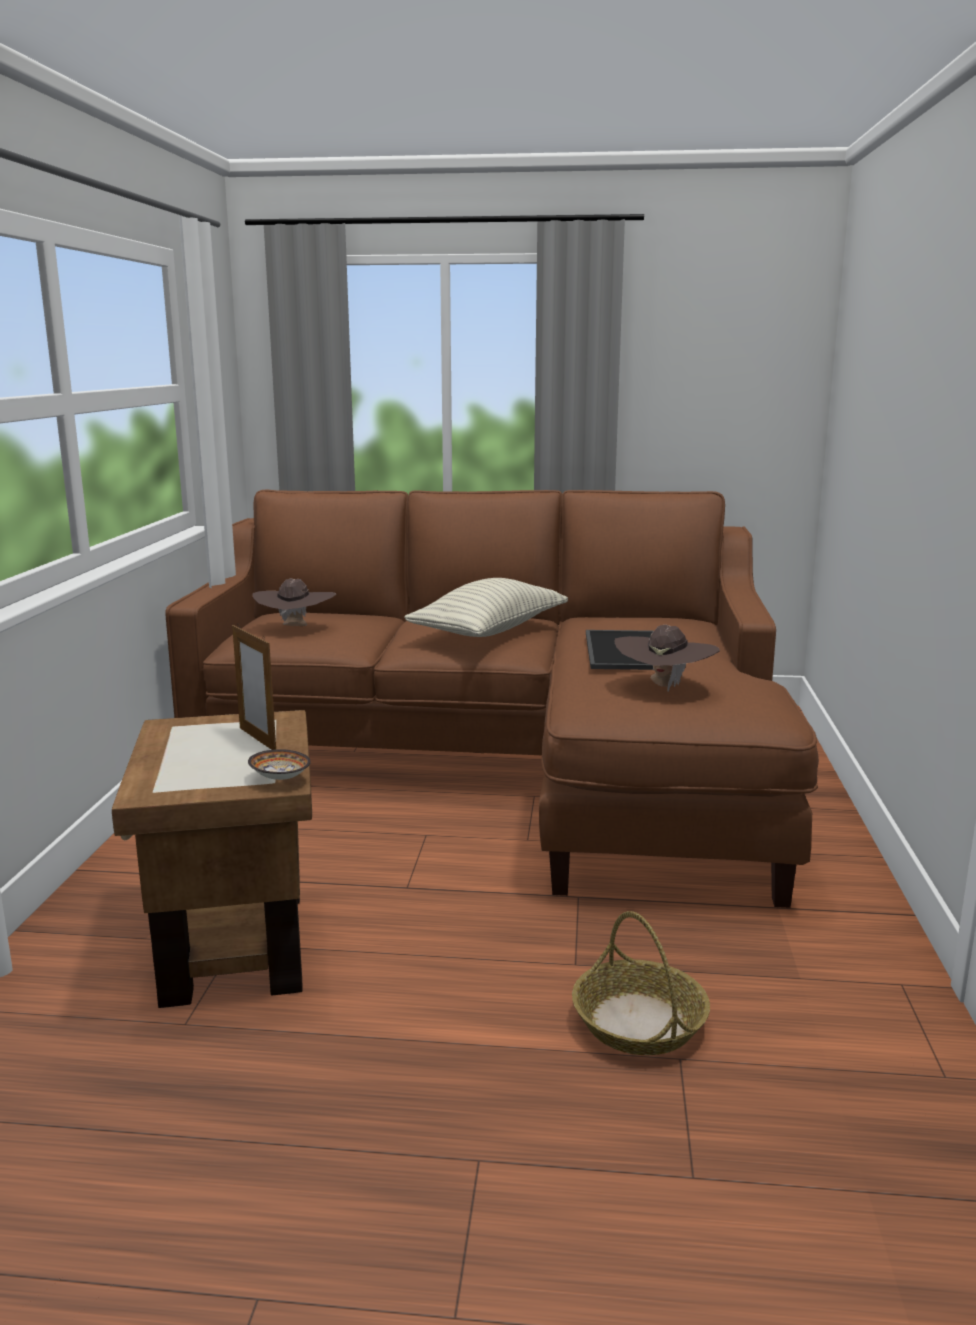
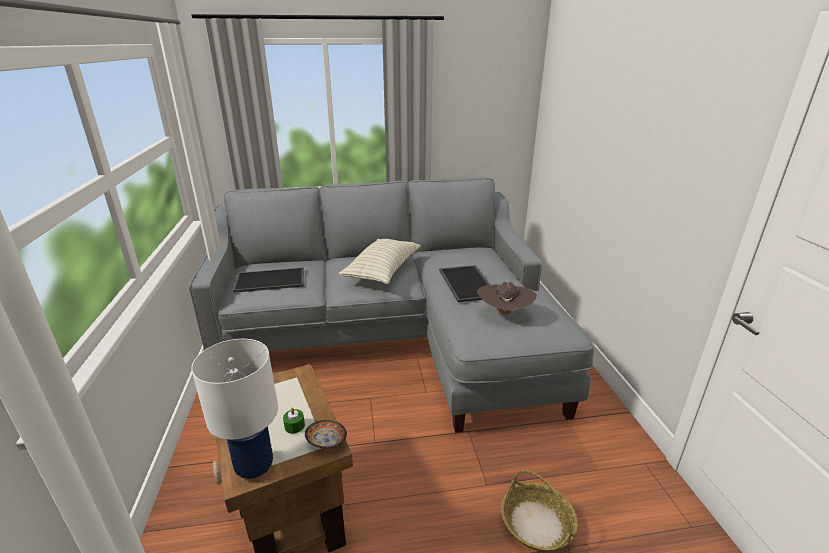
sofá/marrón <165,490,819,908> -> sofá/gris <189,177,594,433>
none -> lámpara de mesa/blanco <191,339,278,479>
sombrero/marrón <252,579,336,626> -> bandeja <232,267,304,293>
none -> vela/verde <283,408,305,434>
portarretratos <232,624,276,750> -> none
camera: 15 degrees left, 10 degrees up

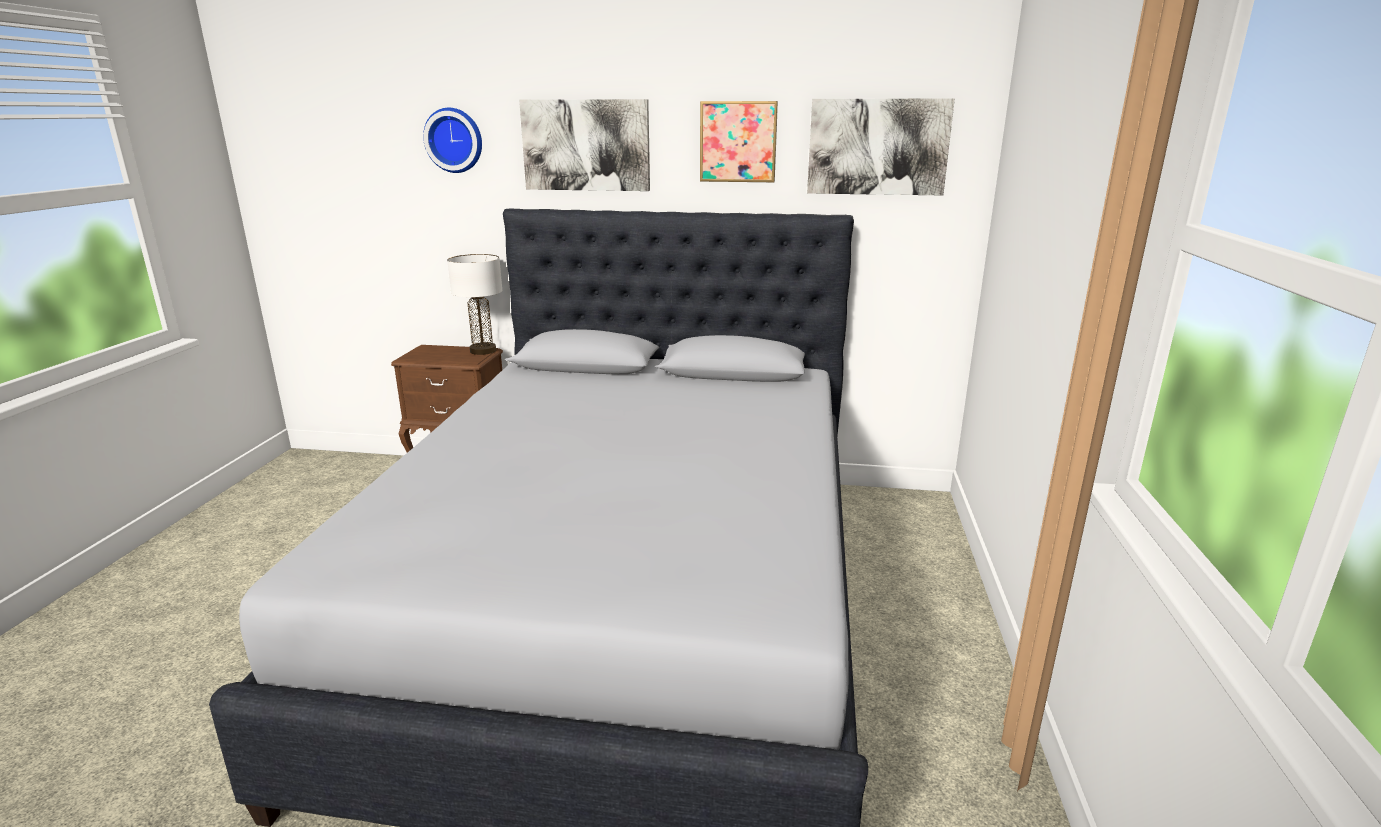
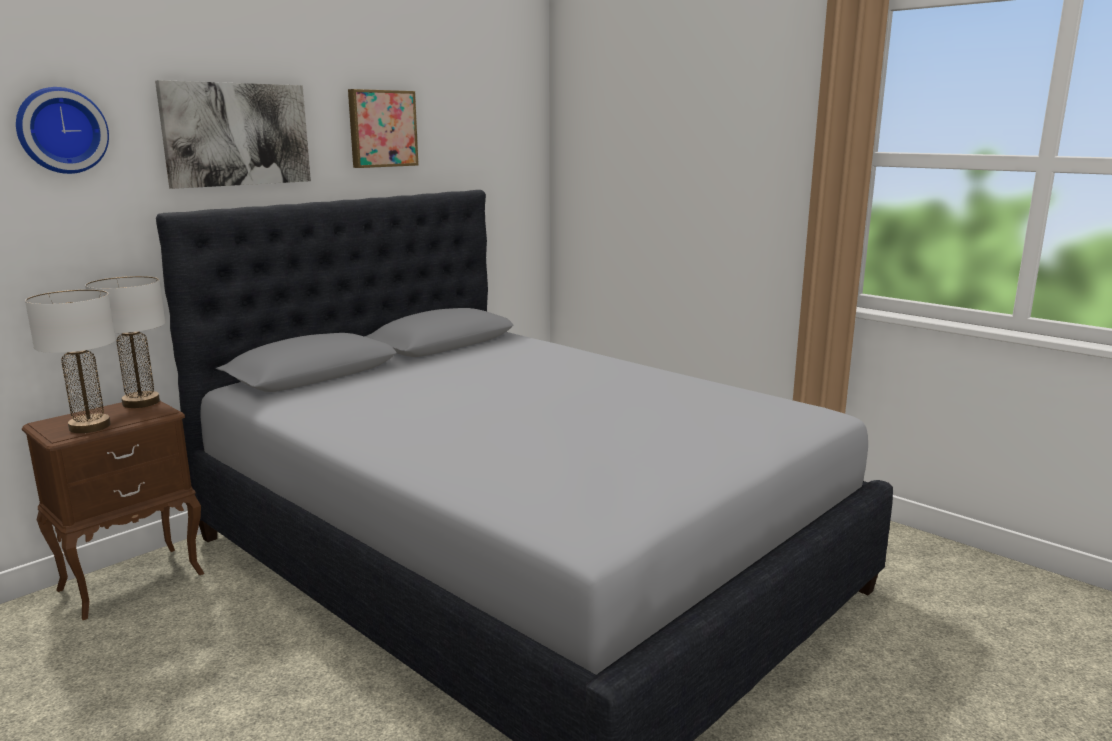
none -> lámpara de mesa <25,290,116,433>
cuadro <807,99,955,195> -> none
camera: 55 degrees left, 5 degrees down

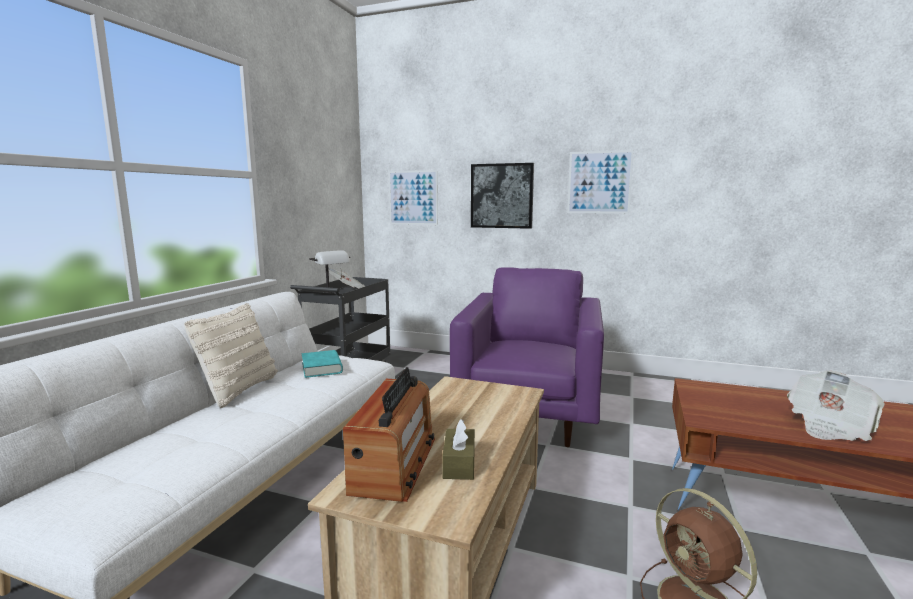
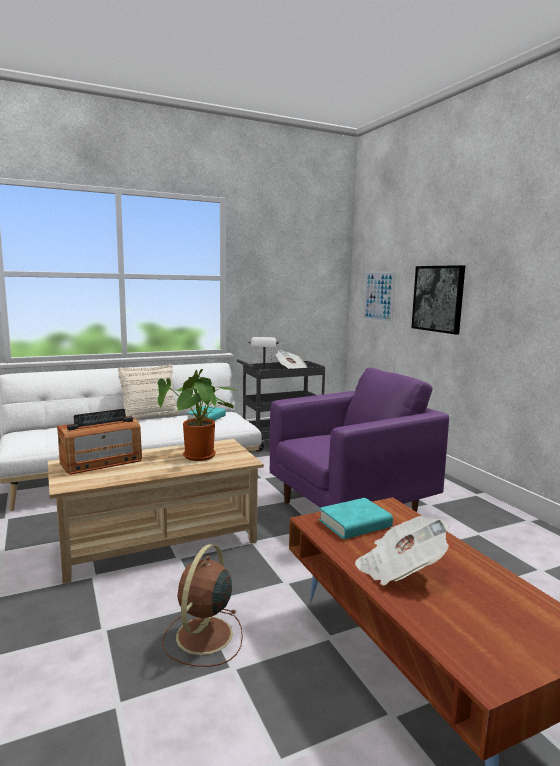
none -> planta en maceta <157,369,238,461>
none -> libro/turquesa <319,498,393,539>
caja de pañuelos/marrón <442,419,475,480> -> none
cuadro <567,150,634,214> -> none
camera: 45 degrees right, 0 degrees up

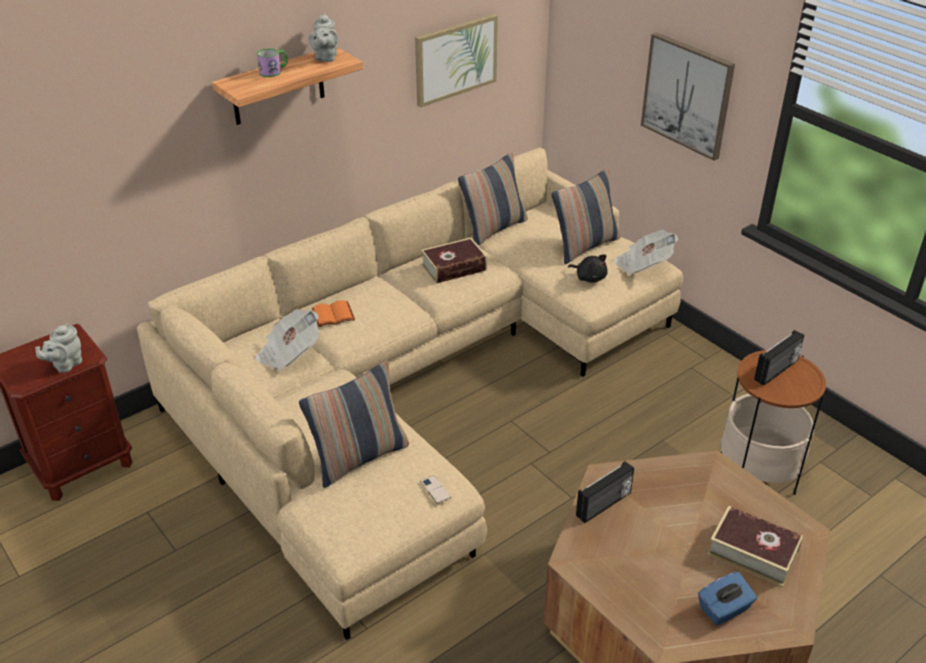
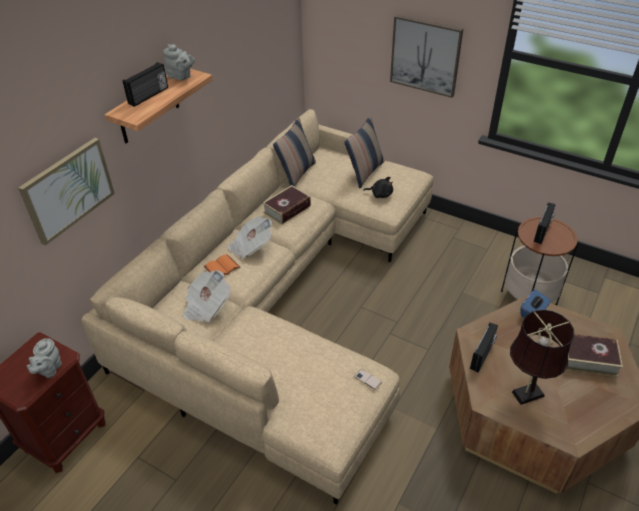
cuadro <415,14,498,108> -> cuadro <18,138,115,246>, move
taza grande <257,48,288,77> -> radio <123,62,168,107>
tetera/gris <308,13,338,62> -> tetera/gris <163,44,195,80>, 45 degrees counterclockwise
periódico <614,230,678,275> -> periódico <227,216,273,259>, move
none -> lámpara de mesa/marrón <510,310,574,405>
caja de pañuelos/azul <698,572,757,625> -> caja de pañuelos/azul <520,289,551,318>, move
cojín <299,361,409,488> -> none
camera: 20 degrees left, 5 degrees up

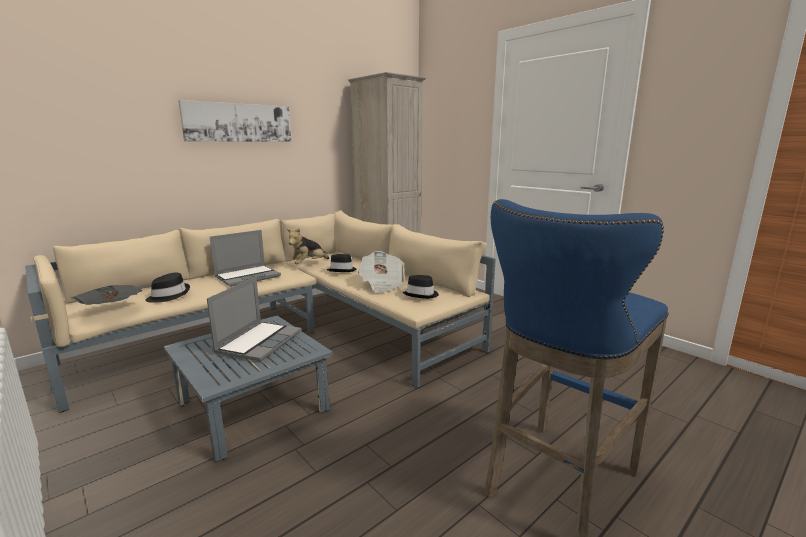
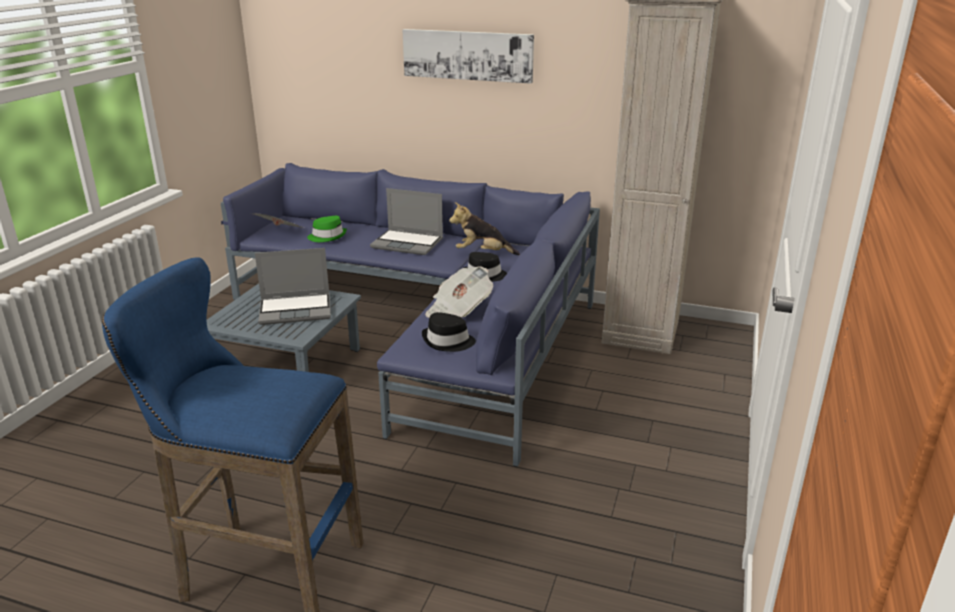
sofá/beis <25,210,496,462> -> sofá/azul <207,163,600,467>
sombrero/negro <145,273,190,303> -> sombrero/verde <307,216,347,242>
camera: 60 degrees right, 10 degrees up

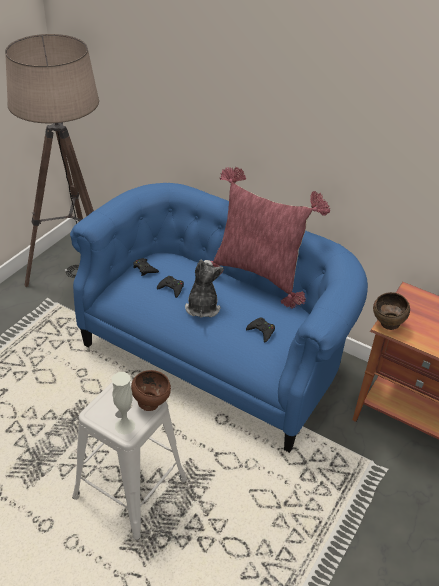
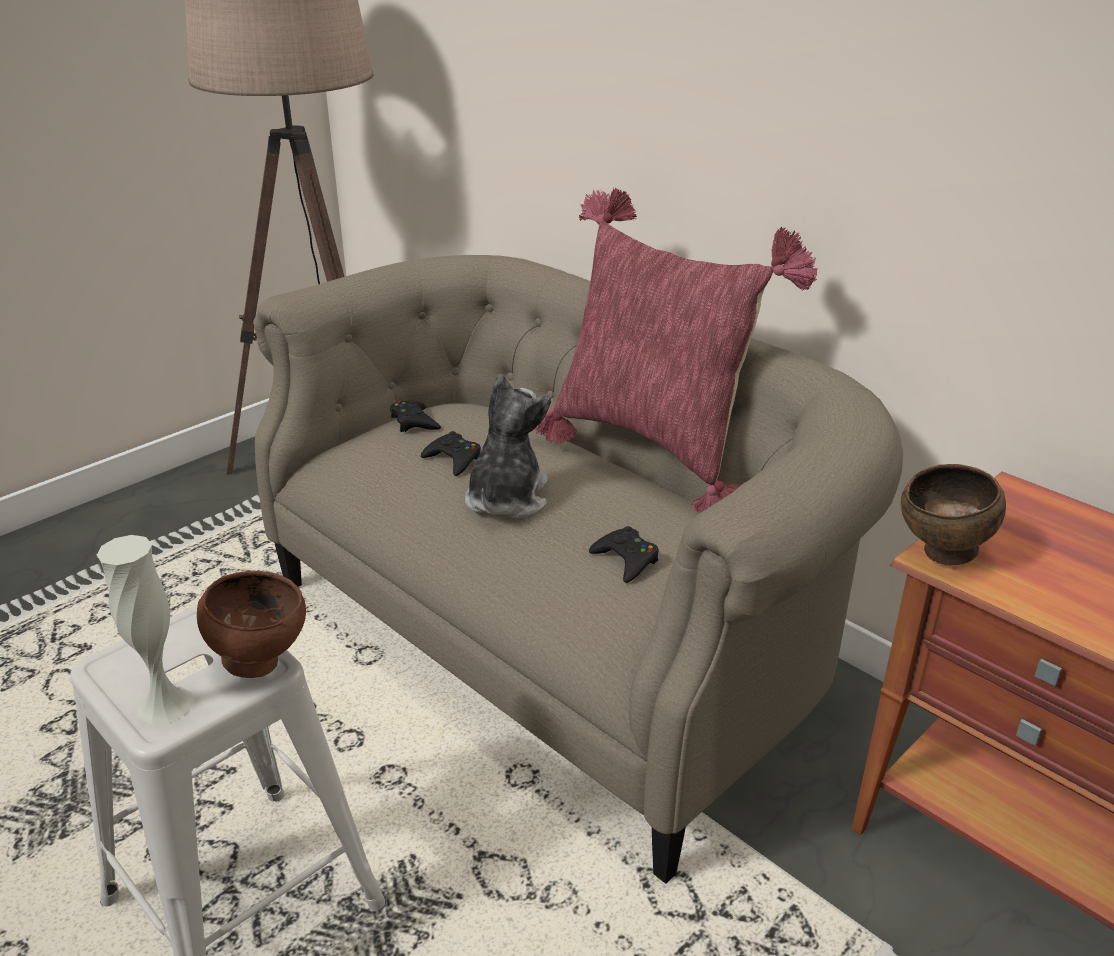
sofá/azul <70,183,368,453> -> sofá/beis <253,255,903,884>
camera: 15 degrees right, 10 degrees down

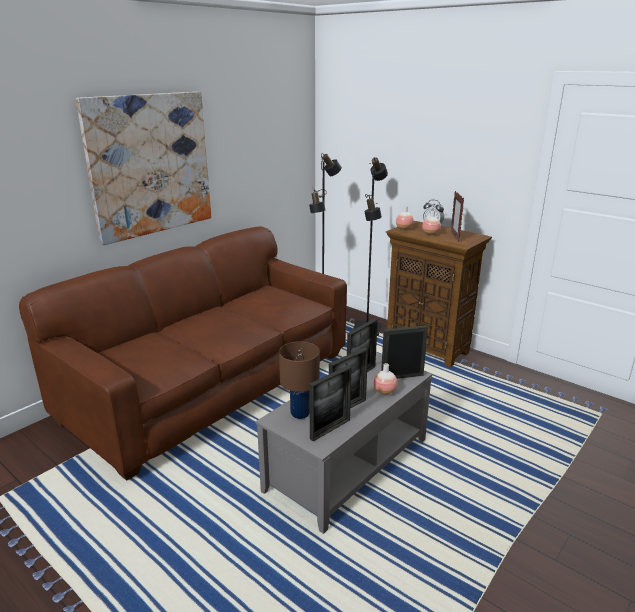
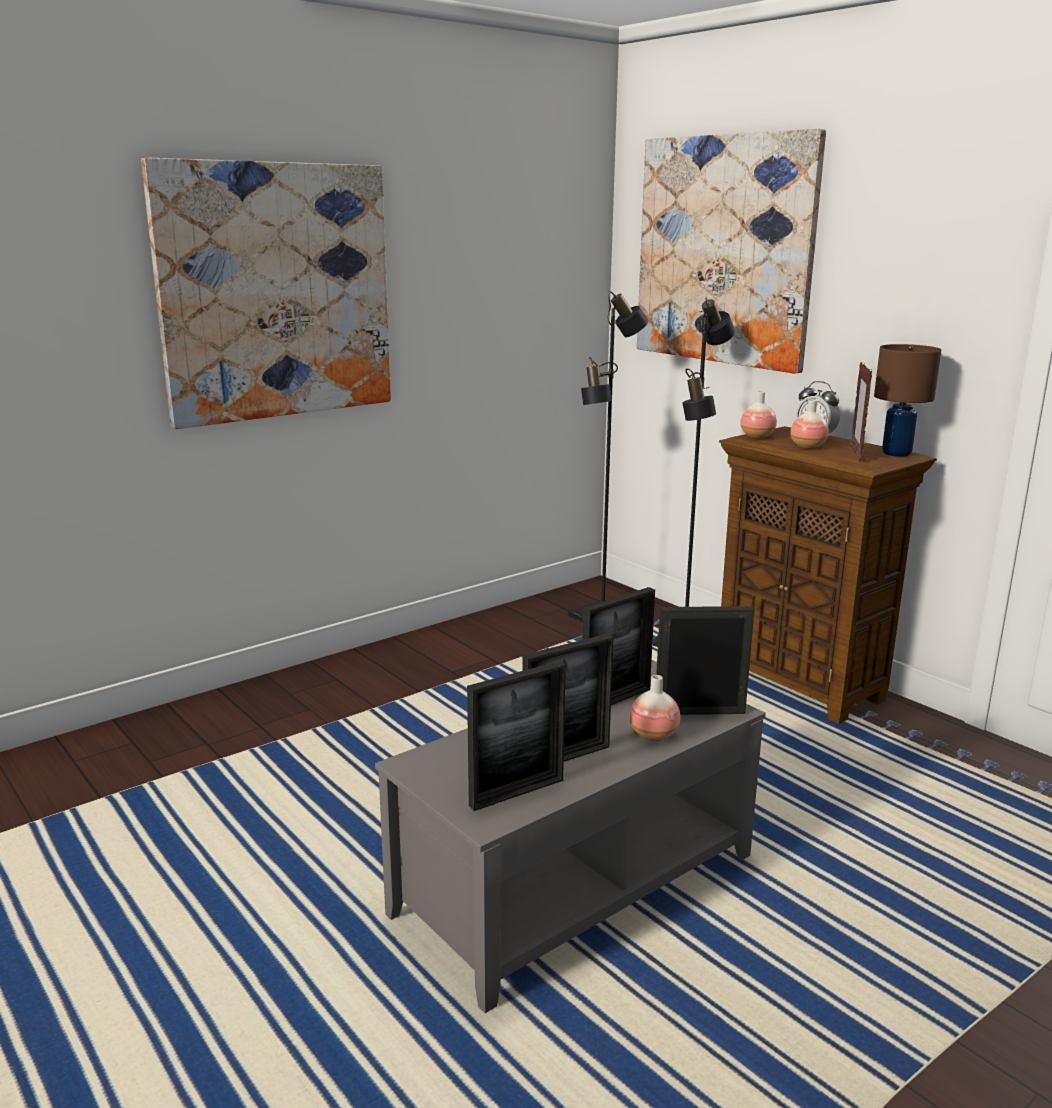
none -> cuadro <637,129,826,374>
lámpara de mesa/marrón <279,341,320,419> -> lámpara de mesa/marrón <874,344,942,457>, move
sofá/marrón <19,226,347,481> -> none
camera: 10 degrees right, 5 degrees down

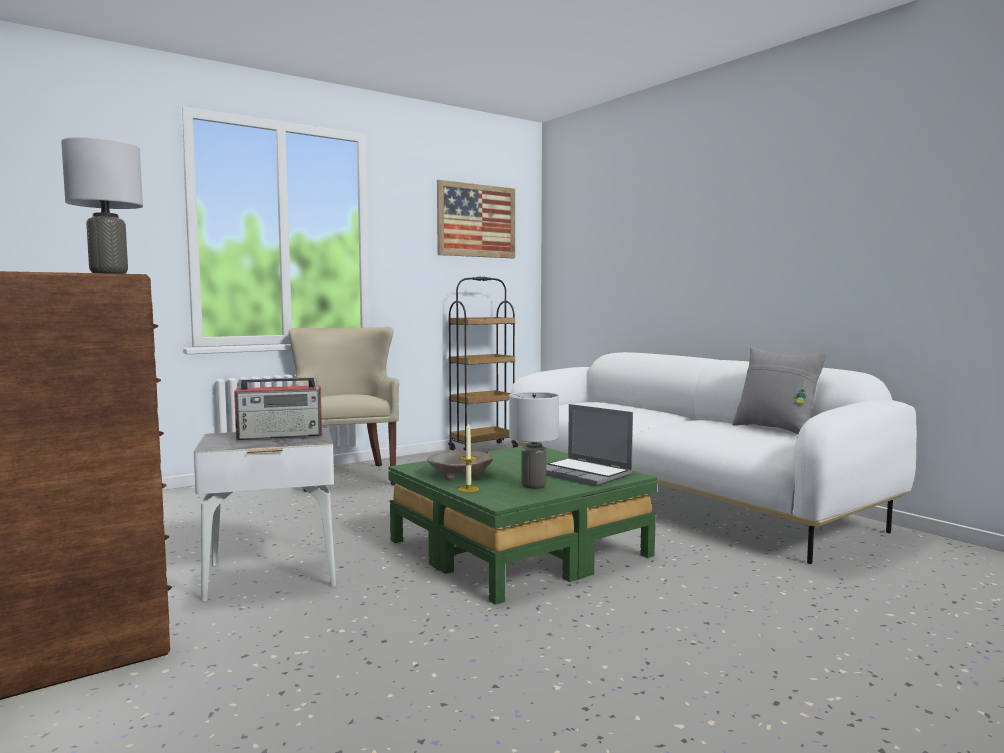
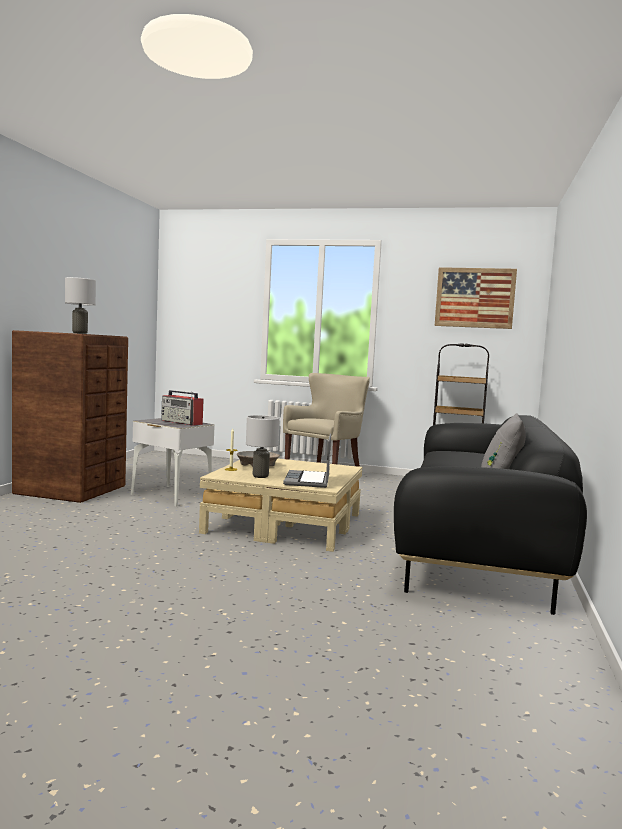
mesa de centro/verde <388,446,657,605> -> mesa de centro/beis <199,459,362,552>
sofá/blanco <511,352,917,564> -> sofá/negro <394,415,587,615>
camera: 50 degrees right, 0 degrees up

